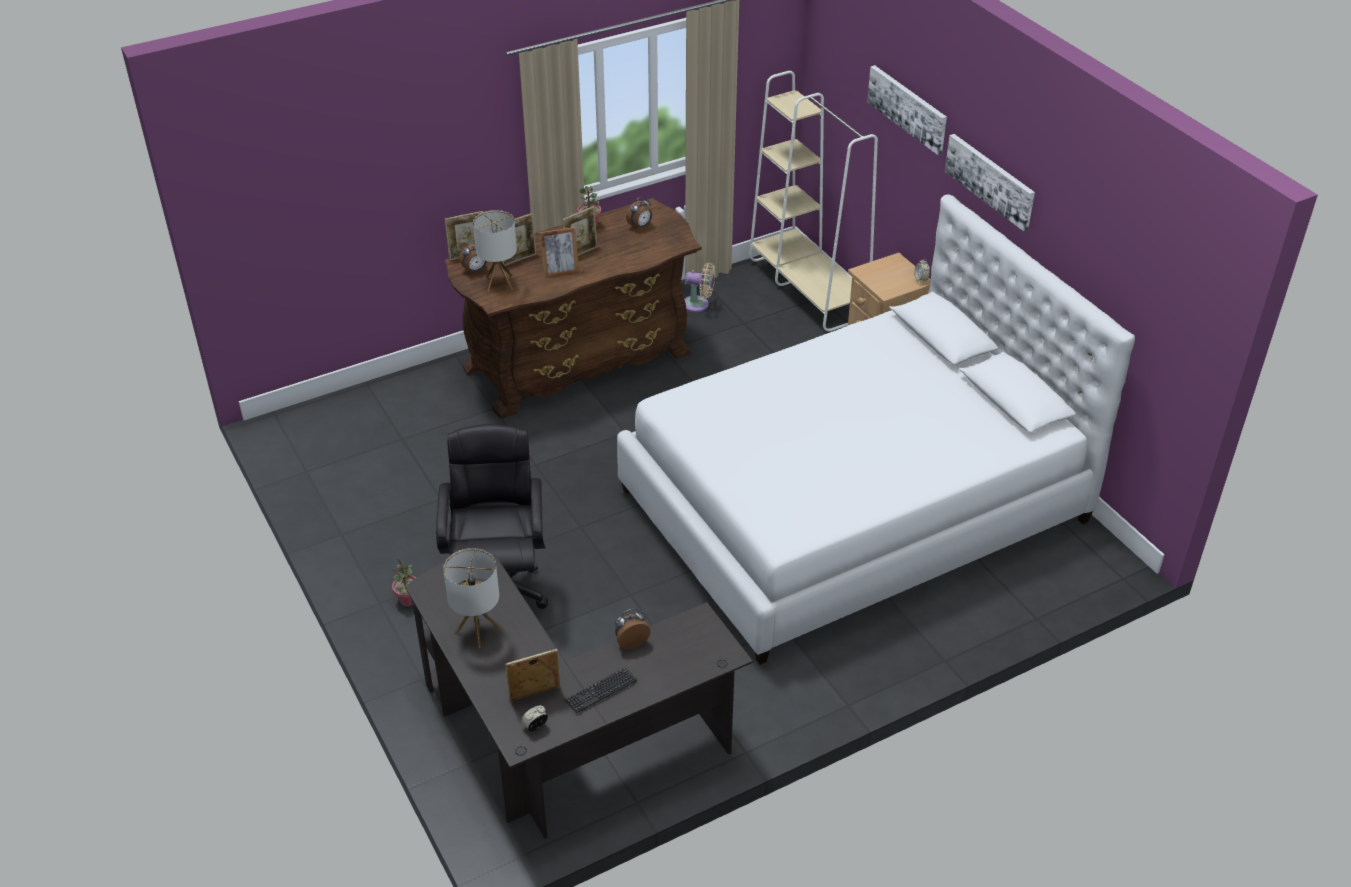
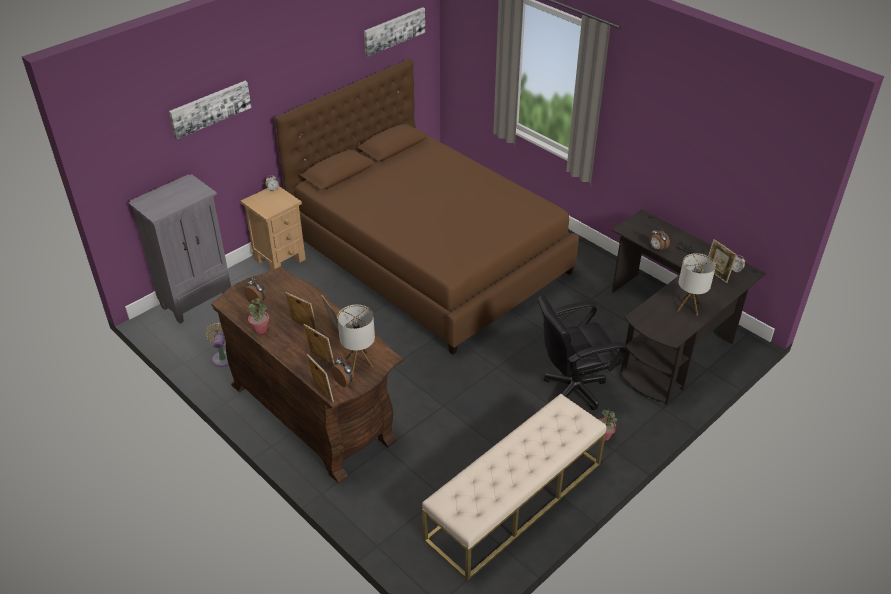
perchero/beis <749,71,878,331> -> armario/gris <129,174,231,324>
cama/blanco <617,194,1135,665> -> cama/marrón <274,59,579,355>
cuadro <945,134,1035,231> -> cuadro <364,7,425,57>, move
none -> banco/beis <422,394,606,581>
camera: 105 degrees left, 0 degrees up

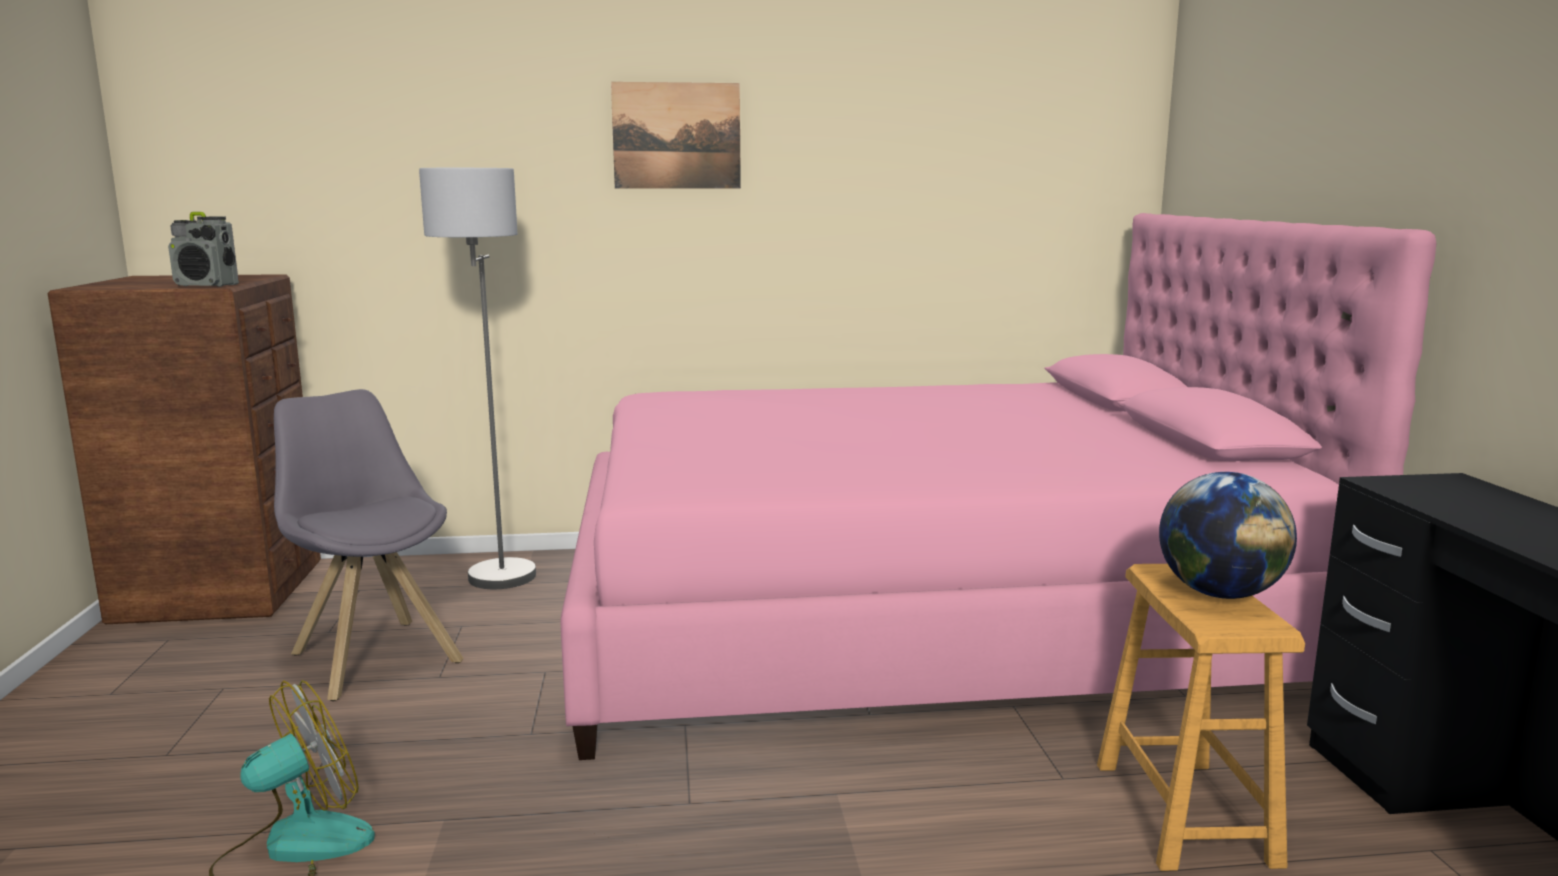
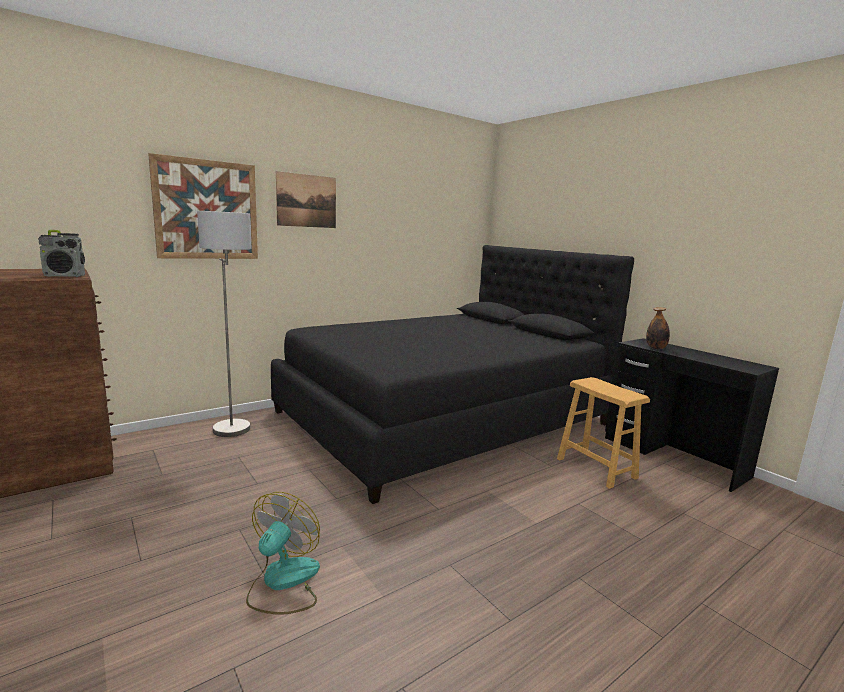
none -> cuadro <148,153,258,259>
cama/rosa <560,213,1436,760> -> cama/negro <271,245,634,504>
none -> botella <646,307,670,349>
silla/gris <274,389,464,701> -> none
globo terráqueo <1159,472,1297,599> -> none
camera: 30 degrees left, 0 degrees up

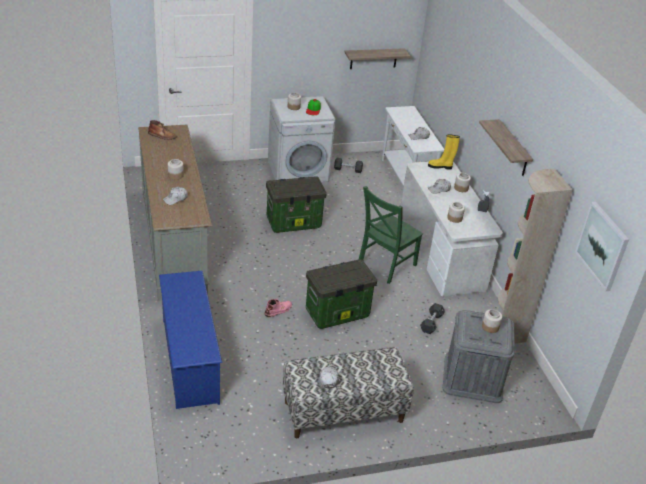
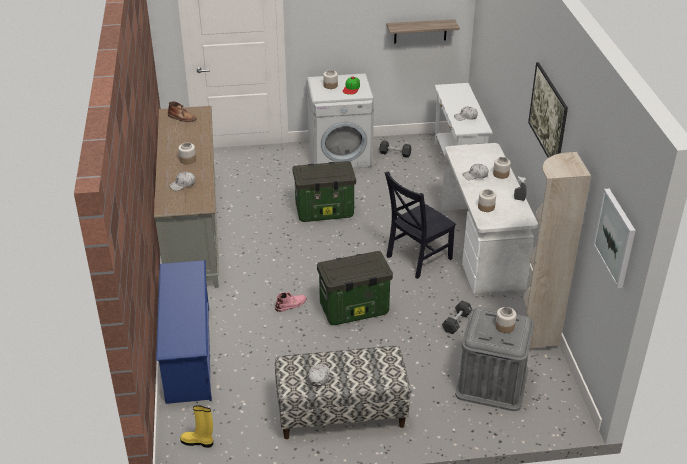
bota/amarillo <428,134,460,170> -> bota/amarillo <180,405,213,448>, move
silla/verde <359,186,423,284> -> silla/negro <384,171,456,279>
estante <479,119,533,176> -> cuadro <528,62,568,158>
camera: 10 degrees right, 0 degrees up

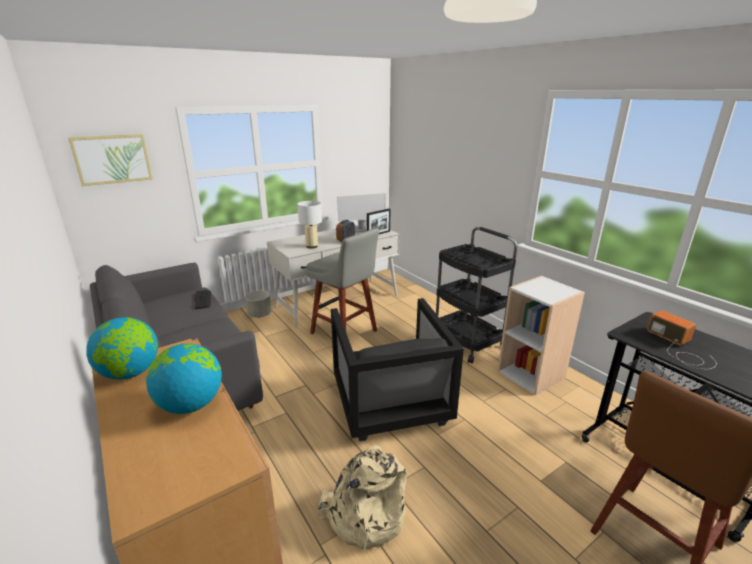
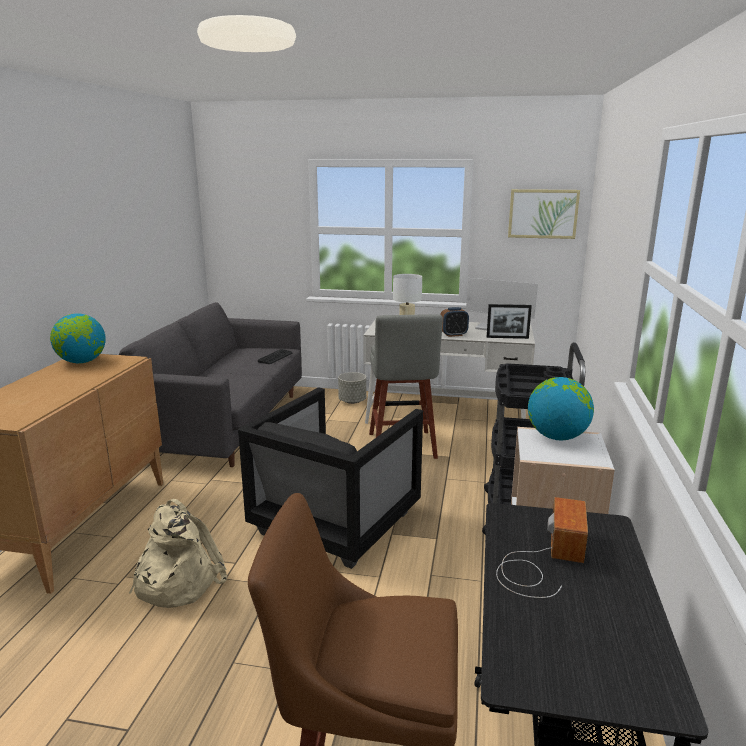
cuadro <68,134,153,186> -> cuadro <508,189,580,239>, move
globo terráqueo <146,343,222,414> -> globo terráqueo <528,377,594,440>, move
camera: 45 degrees right, 5 degrees down

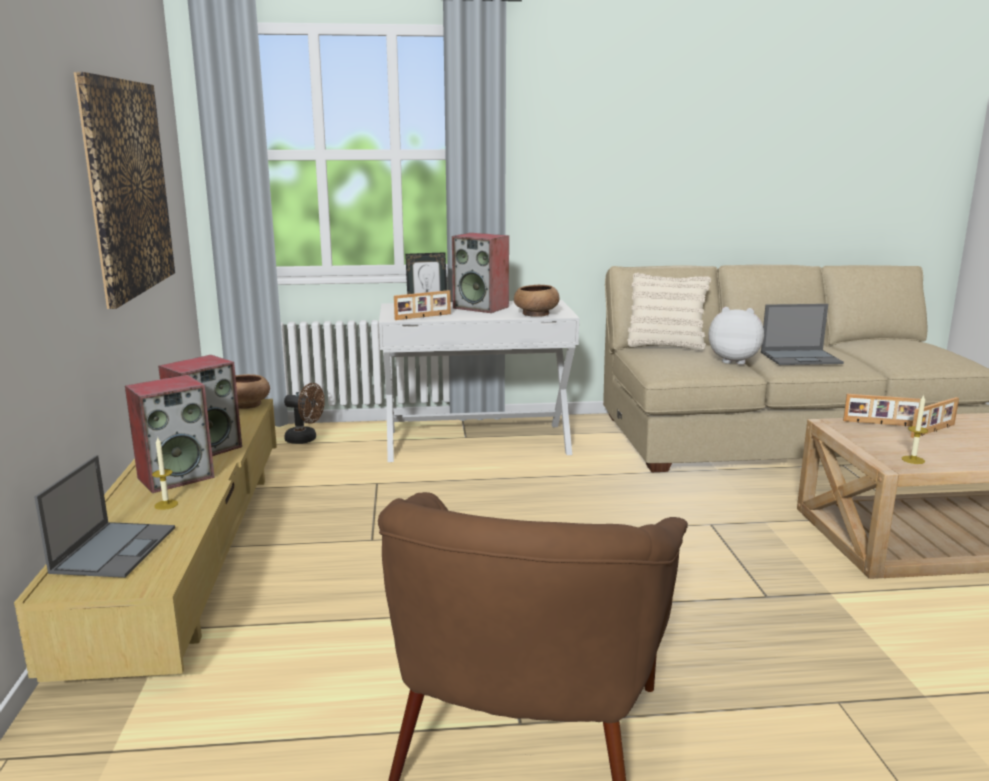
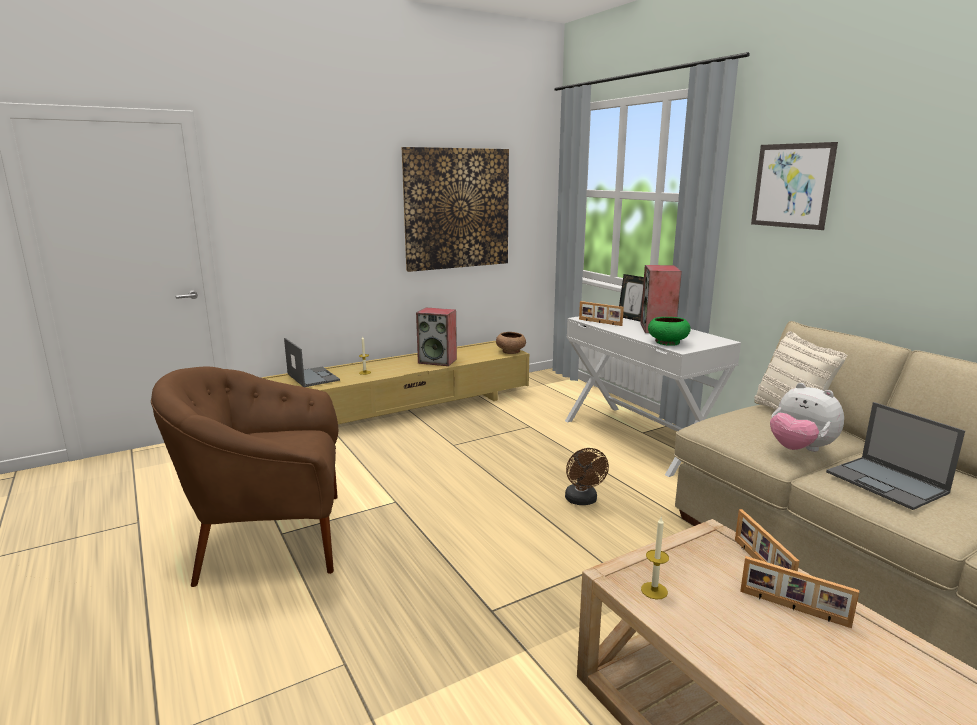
portátil <34,455,175,578> -> portátil <284,338,340,387>, 105 degrees counterclockwise
ventilador/marrón <284,383,325,444> -> ventilador/marrón <565,448,609,505>, move
cuenco/marrón <514,285,559,317> -> cuenco/verde <648,317,691,346>
none -> cuadro <751,142,838,230>
peluche <709,307,764,364> -> peluche <770,383,844,452>, 150 degrees clockwise
altavoz <125,375,215,493> -> none
camera: 65 degrees right, 0 degrees up

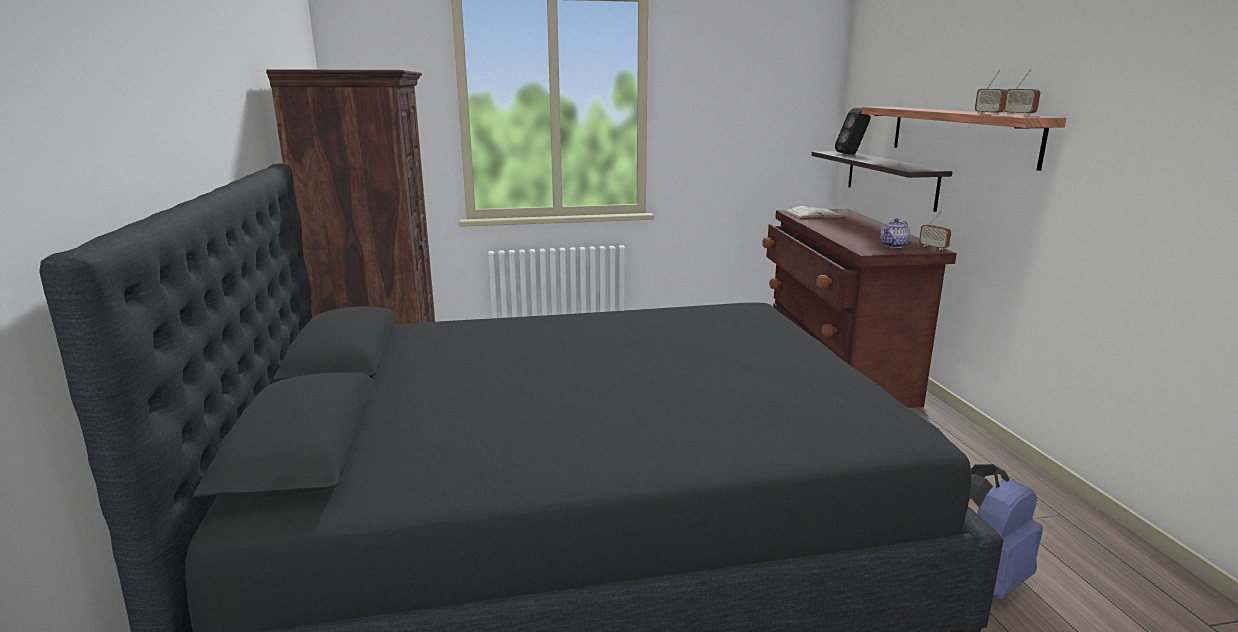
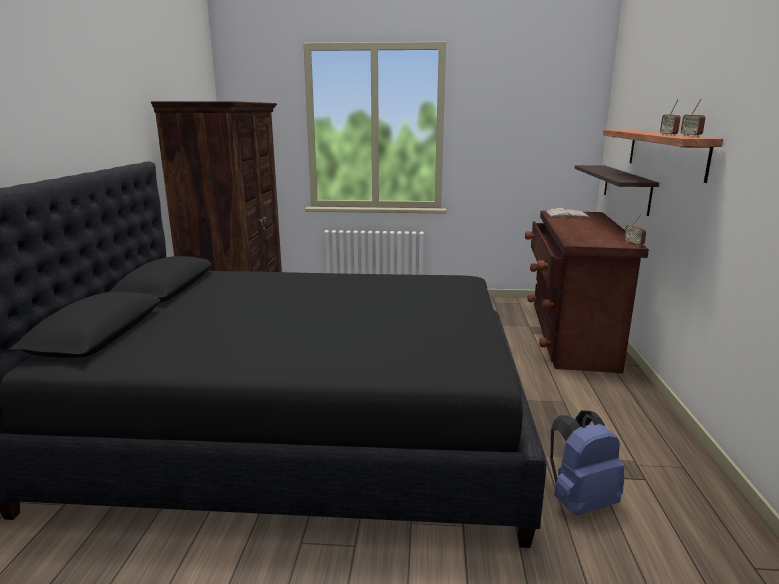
altavoz/negro <835,108,871,155> -> none
tetera <880,218,910,248> -> none
camera: 15 degrees right, 0 degrees up

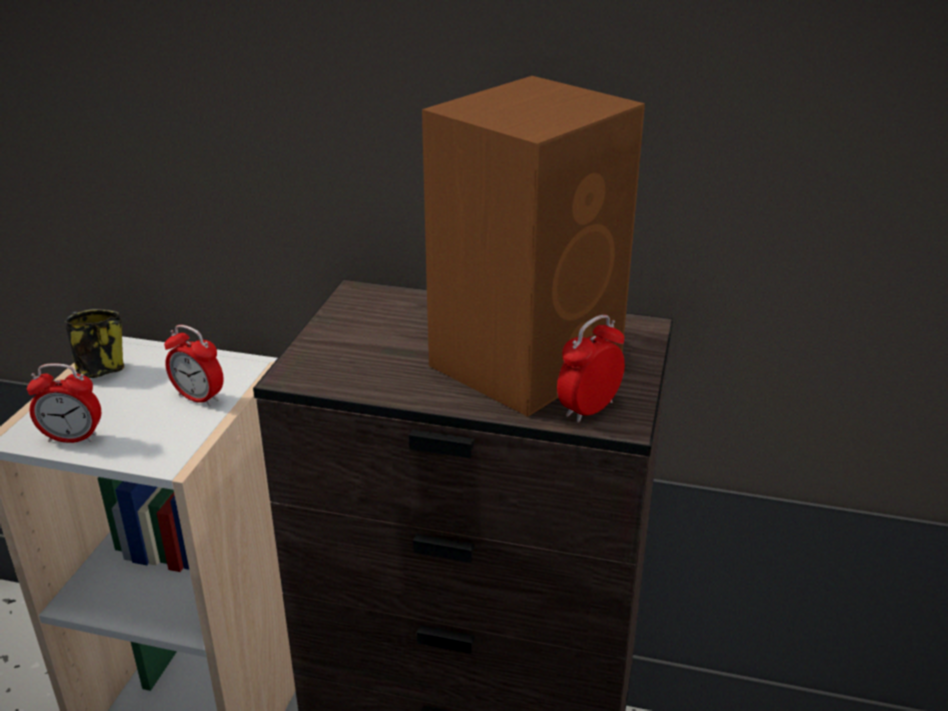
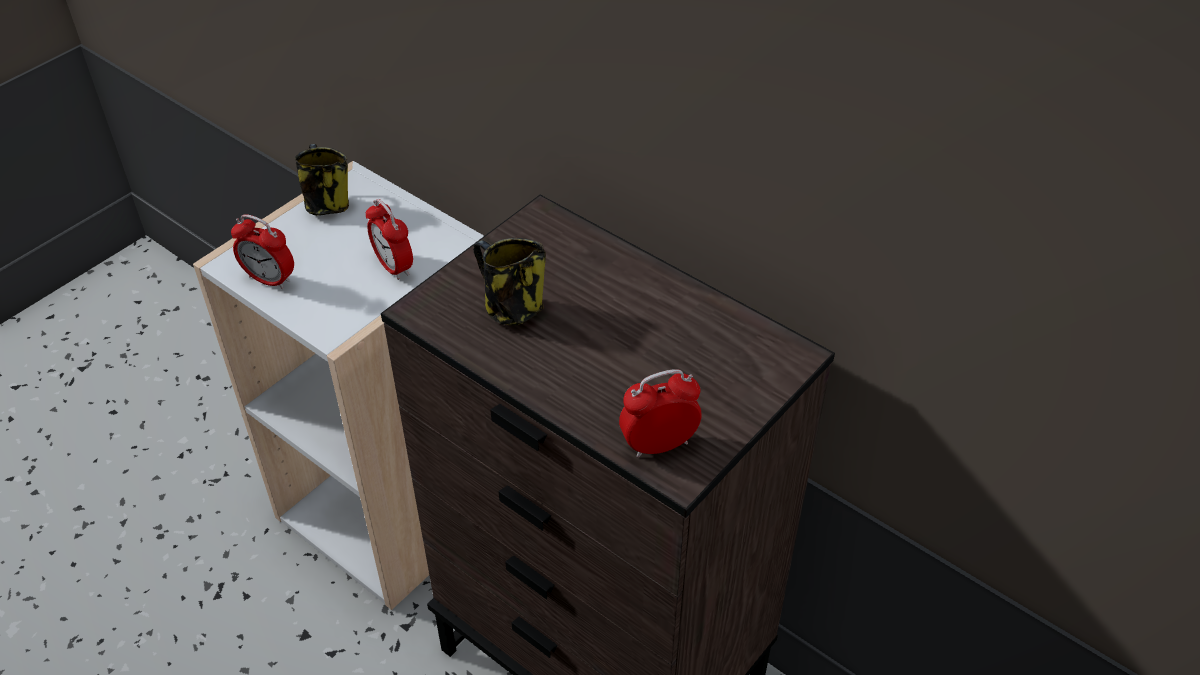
none -> taza grande <473,238,546,325>
altavoz/marrón <422,76,645,417> -> none
camera: 25 degrees right, 15 degrees up

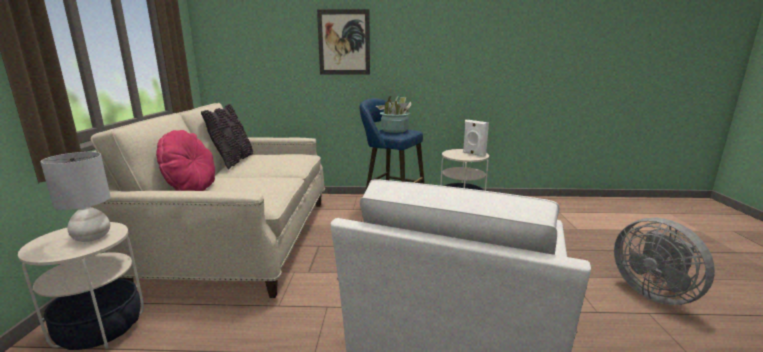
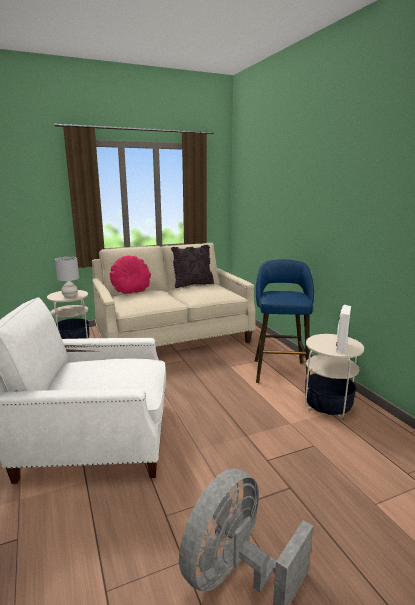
cuadro <317,9,370,75> -> none
planta en maceta <376,96,411,133> -> none
camera: 65 degrees right, 0 degrees up

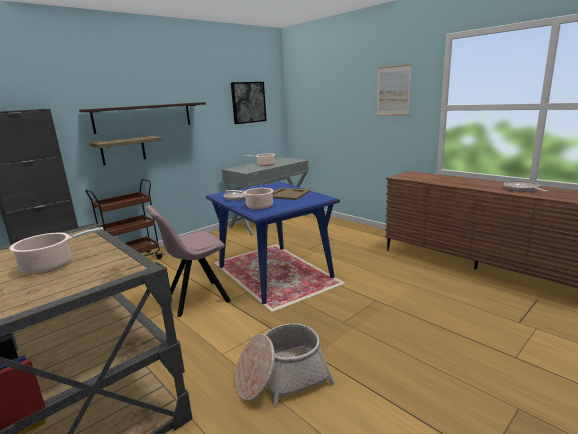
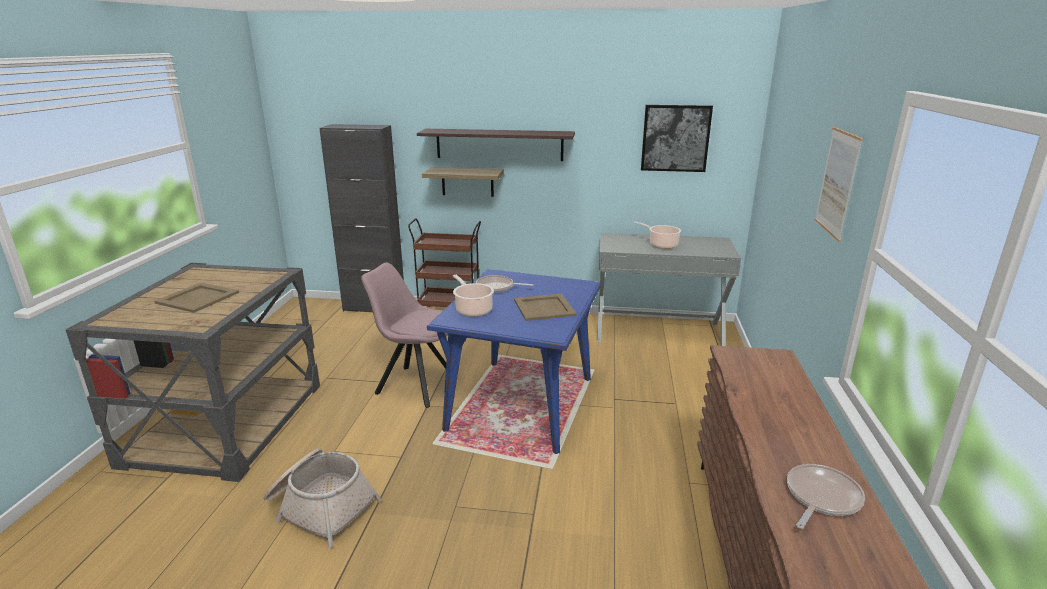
olla <9,227,103,274> -> bandeja/beis <154,282,239,313>
camera: 50 degrees right, 5 degrees up

